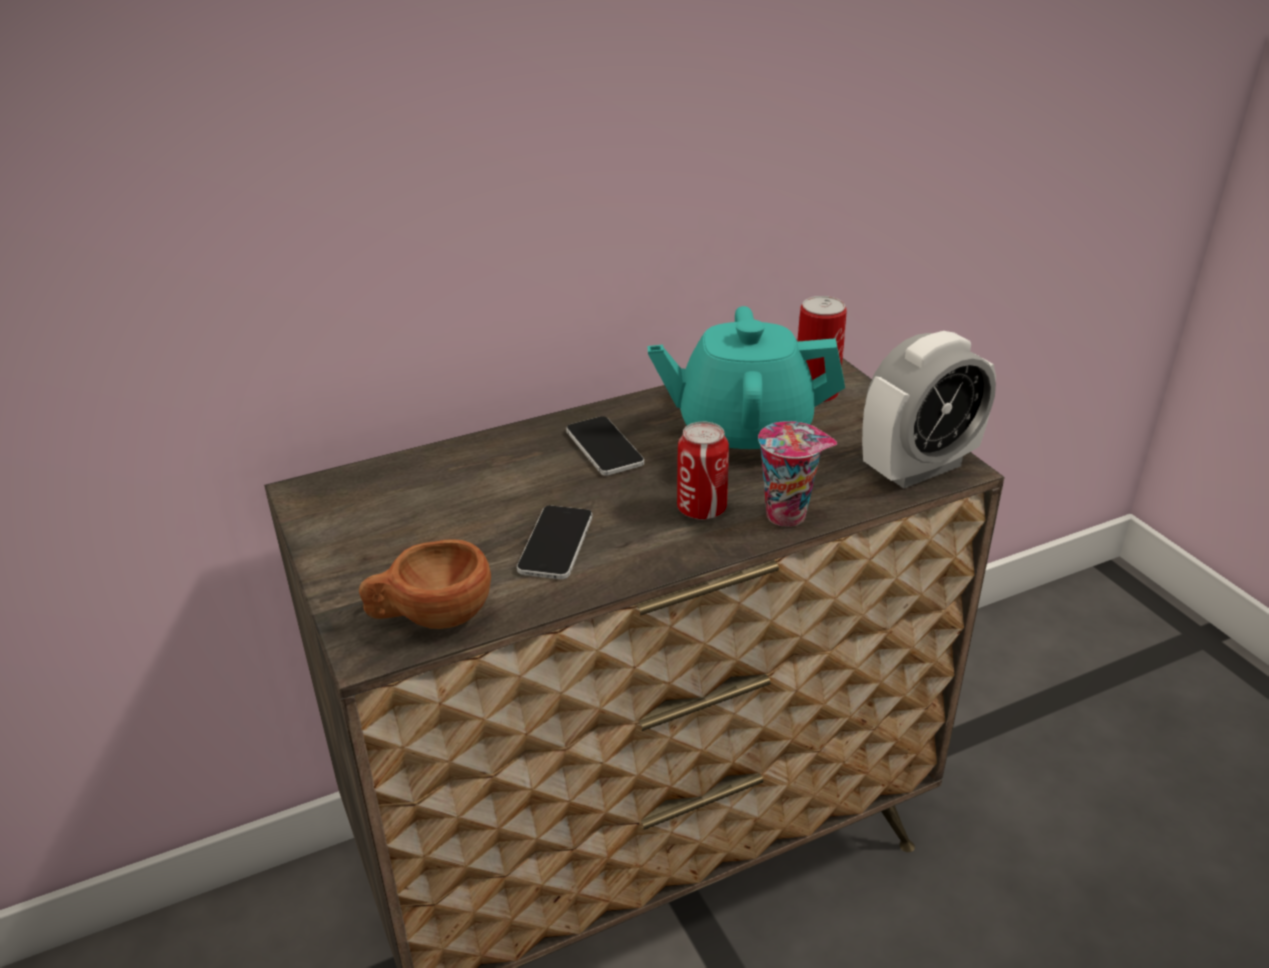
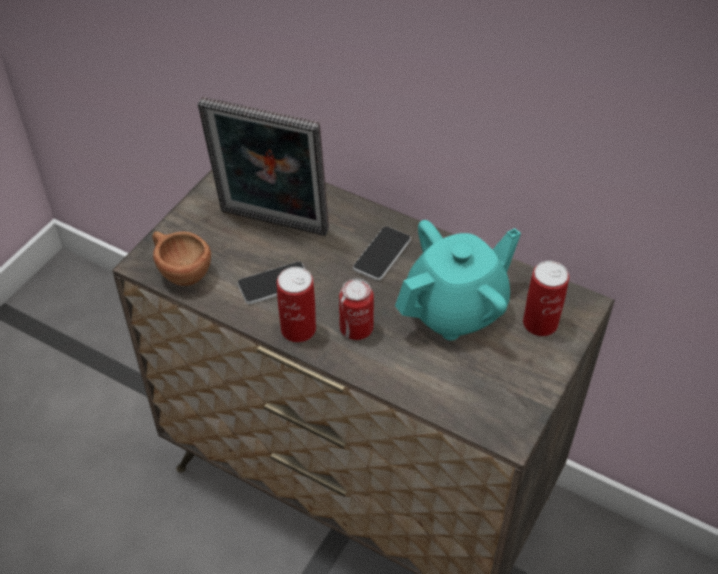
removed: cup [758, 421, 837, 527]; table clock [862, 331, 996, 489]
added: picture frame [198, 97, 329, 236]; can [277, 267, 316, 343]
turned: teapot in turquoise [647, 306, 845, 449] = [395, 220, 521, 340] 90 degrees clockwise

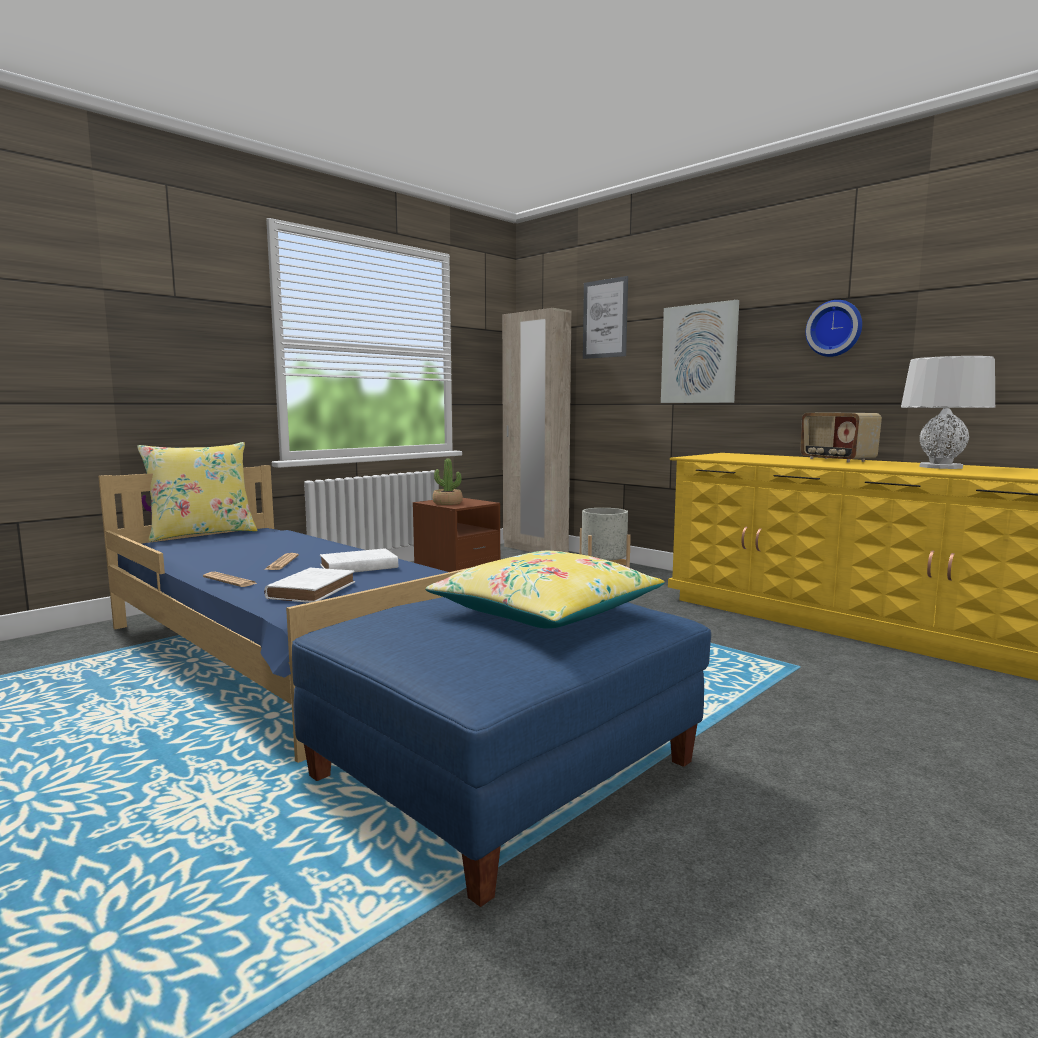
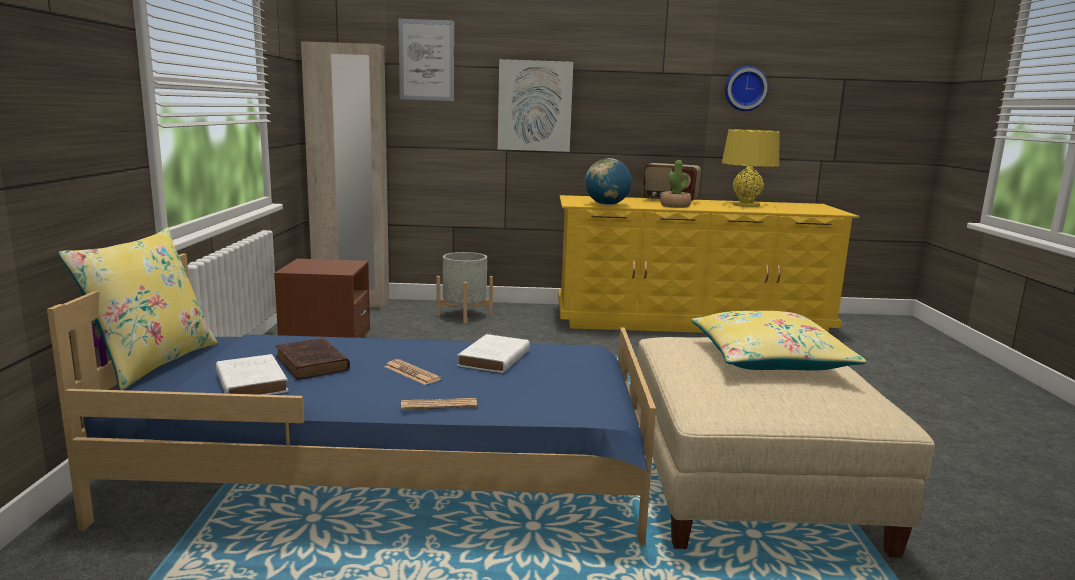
added: volume in brownish [276, 338, 350, 380]; desk globe [585, 158, 632, 205]
moved: volume in white-coloured [264, 567, 355, 603] to [216, 354, 289, 395]; houseplant [433, 459, 463, 505] to [660, 160, 691, 208]; hanging clock [805, 300, 862, 357] to [725, 66, 769, 111]
recoloured: ottoman in bluish [292, 597, 711, 907] to ottoman in sand-coloured [637, 337, 935, 558]; tabletop lamp in gray [901, 356, 995, 469] to tabletop lamp in yellow-coloured [722, 129, 780, 207]

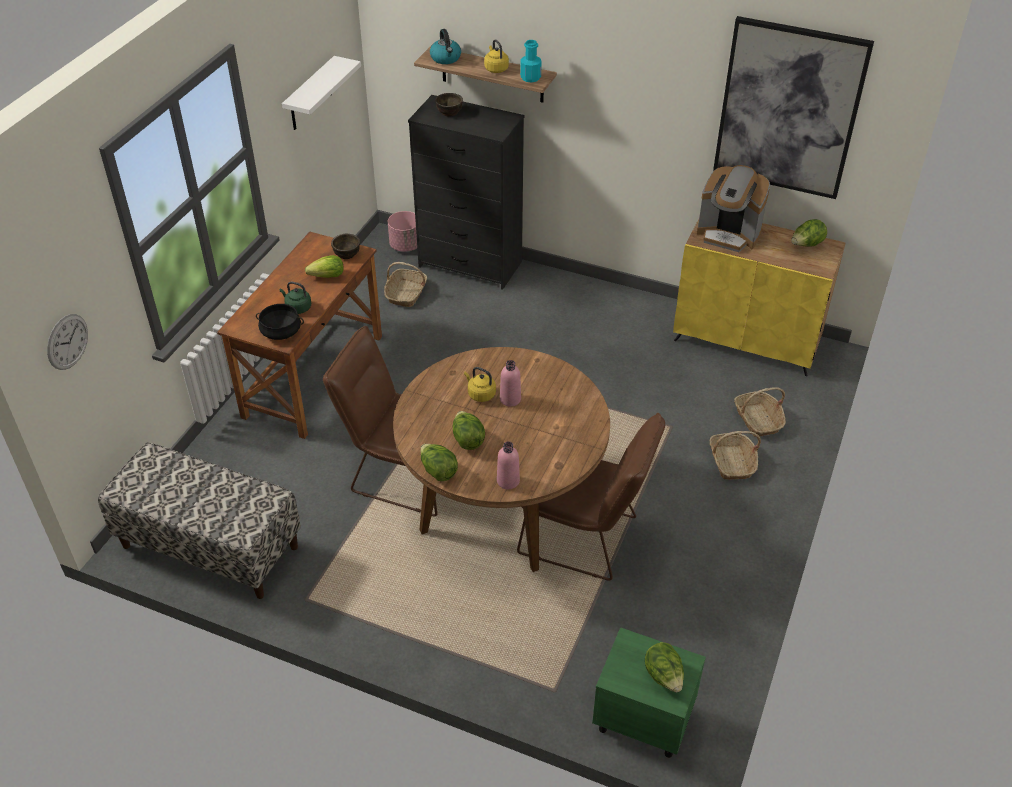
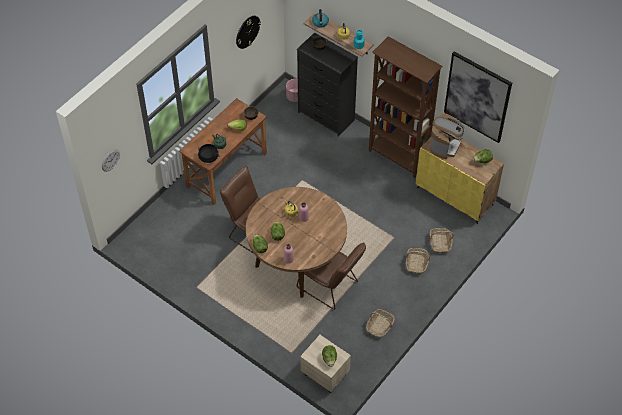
removed: bench [98, 442, 301, 599]
added: bookshelf in brownish [369, 36, 443, 178]
moved: household basket [384, 262, 427, 307] to [366, 309, 394, 338]
replaced: shelf in white-coloured [282, 56, 361, 130] to hanging clock [236, 16, 261, 49]
recoloured: night table in greenish [592, 627, 706, 758] to night table in sand-coloured [300, 335, 351, 393]
turned: coffee maker [697, 165, 770, 252] = [430, 113, 466, 159] 105 degrees counterclockwise

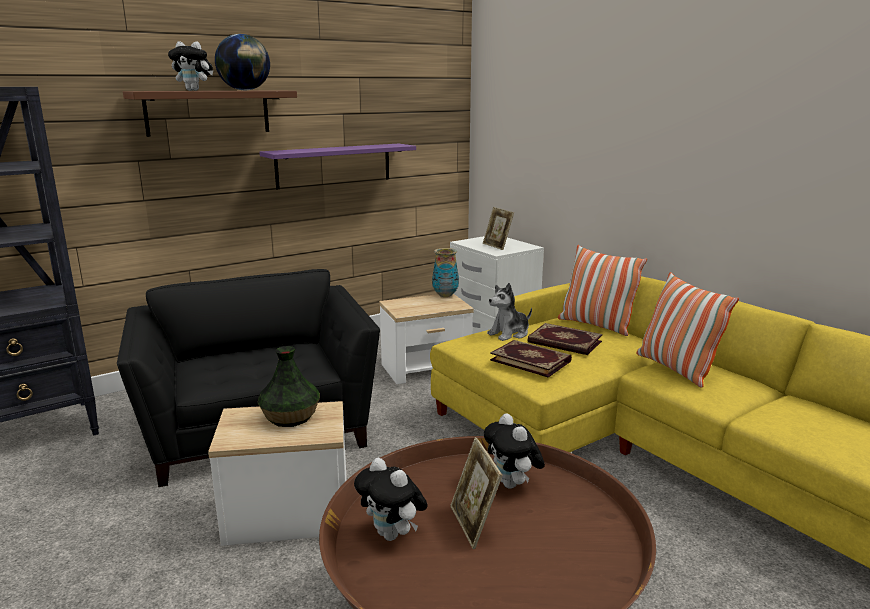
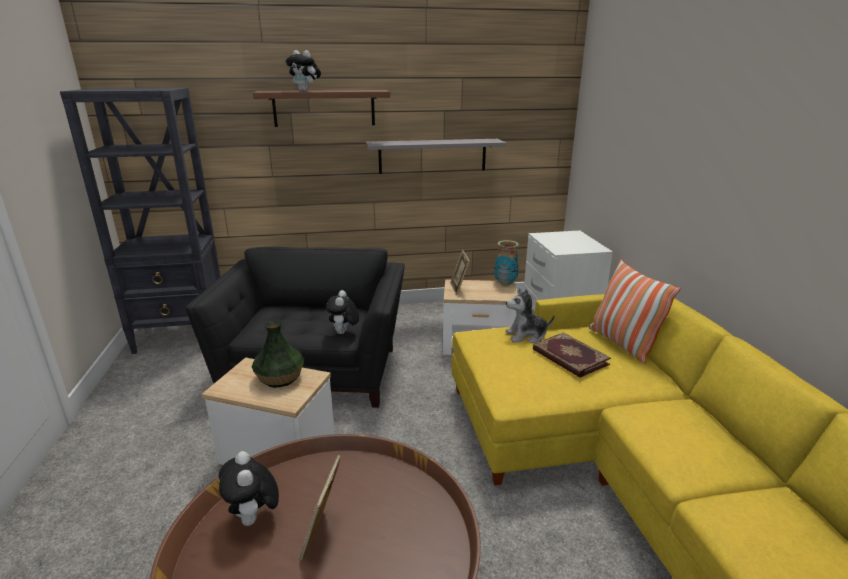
removed: desk globe [215, 34, 270, 90]; volume [490, 340, 572, 378]; pillow [636, 272, 739, 388]
moved: picture frame [483, 207, 514, 250] to [450, 250, 470, 295]; cuddly toy [484, 413, 545, 489] to [326, 290, 359, 334]
recoloured: shelf in purple-coloured [259, 144, 416, 189] to shelf in gray [366, 139, 506, 174]

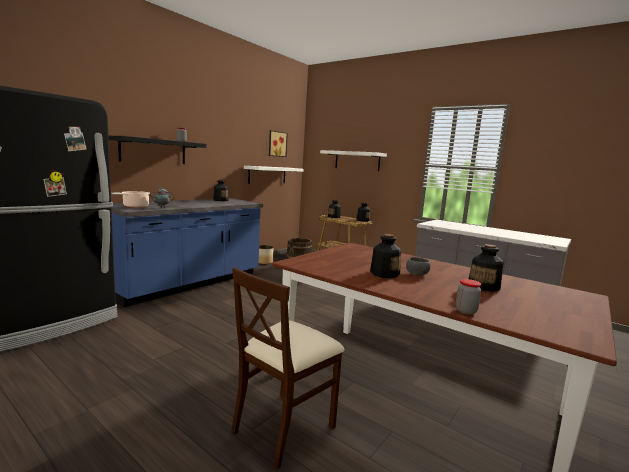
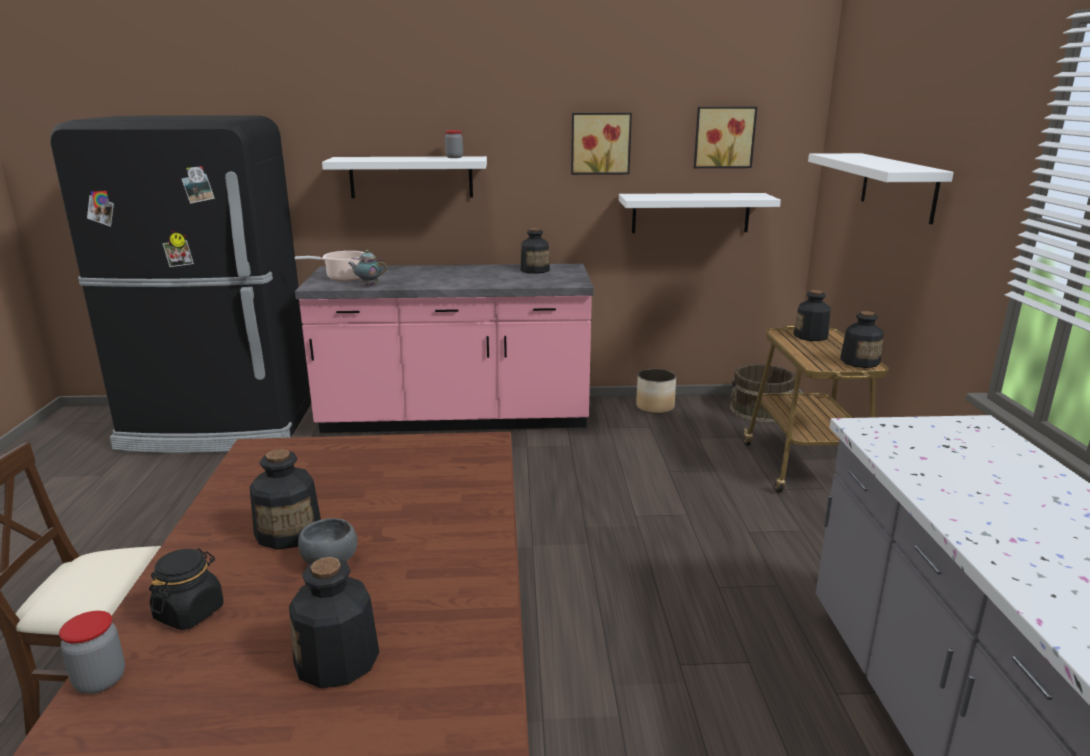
added: storage jar in black-coloured [149, 548, 224, 630]; wall picture [571, 113, 632, 175]
recoloured: shelf in black-coloured [108, 136, 206, 164] to shelf in white-coloured [322, 156, 487, 198]; kitchen base unit in bluish [112, 198, 263, 307] to kitchen base unit in pink-coloured [295, 264, 594, 433]

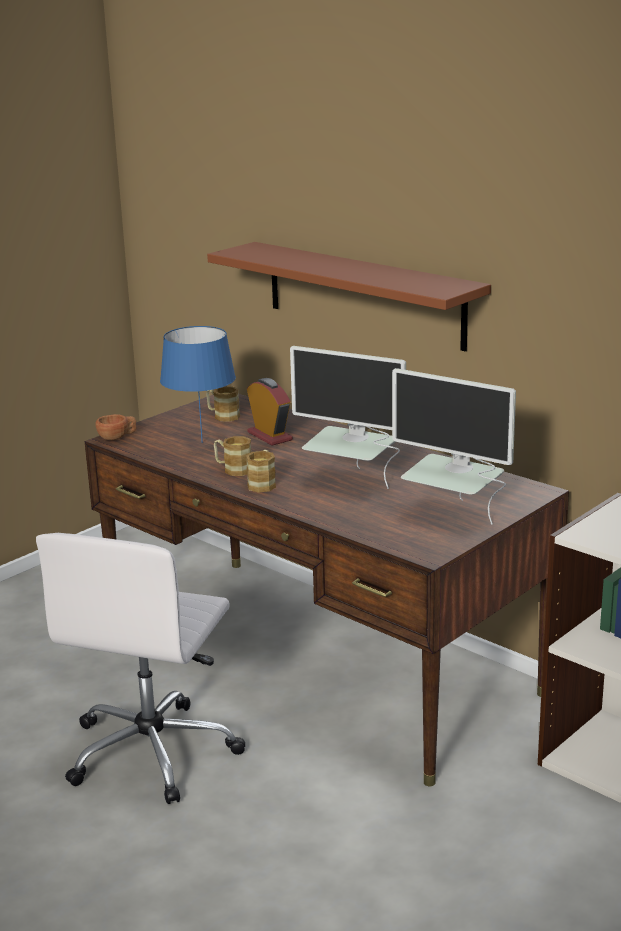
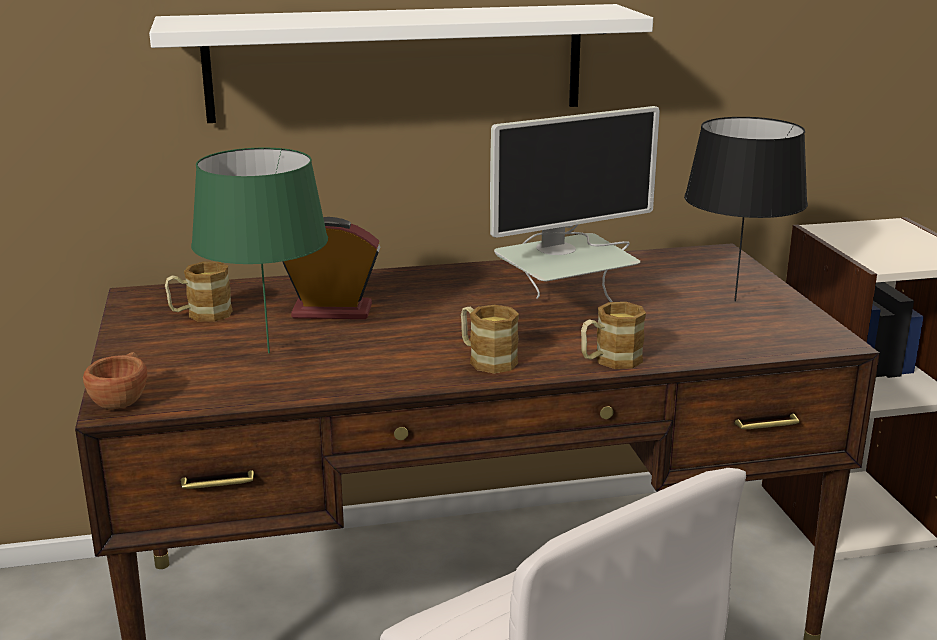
moved: tea mug [214, 436, 251, 476] to [581, 302, 646, 369]
replaced: computer display [392, 368, 516, 525] to tabletop lamp in black-coloured [684, 117, 808, 302]
recoloured: tabletop lamp in bluish [160, 326, 236, 443] to tabletop lamp in greenish [191, 148, 328, 353]; shelf in brownish [207, 242, 491, 351] to shelf in white-coloured [149, 4, 653, 123]

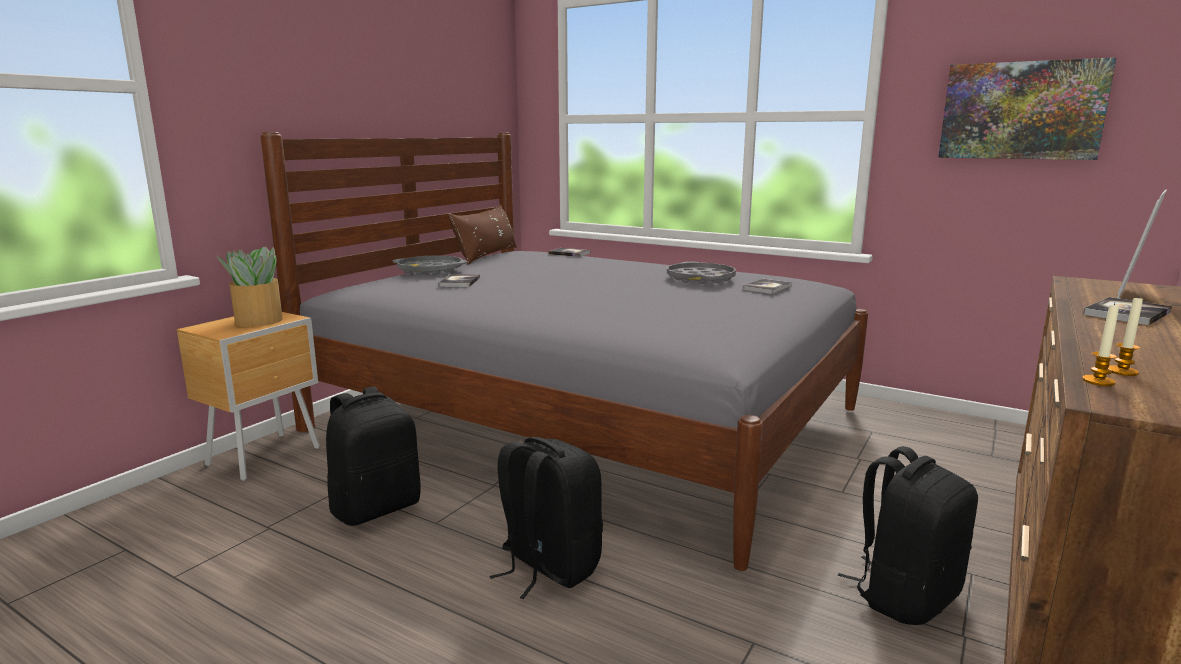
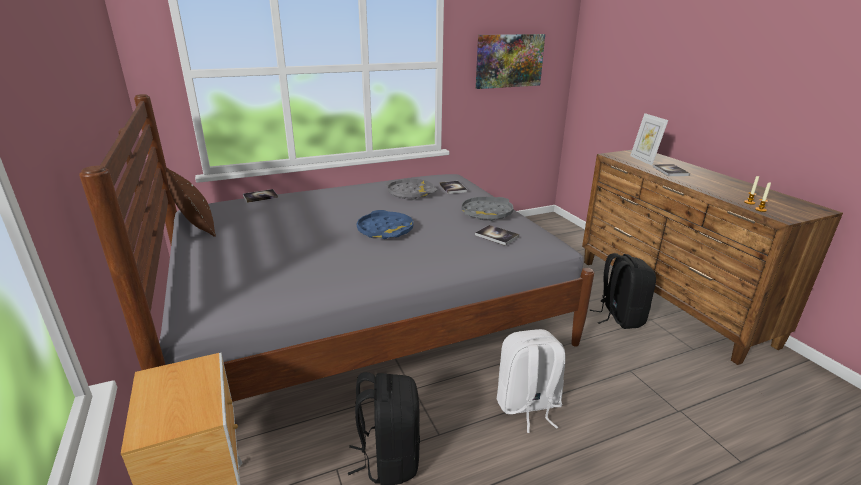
removed: houseplant [216, 246, 283, 327]
added: carrying tray in bluish [357, 210, 414, 239]
moved: carrying tray in gray [393, 255, 468, 275] to [462, 197, 514, 221]; volume [438, 274, 480, 287] to [475, 225, 519, 246]
recoloured: backpack in black-coloured [490, 437, 603, 599] to backpack in white-coloured [497, 329, 565, 433]

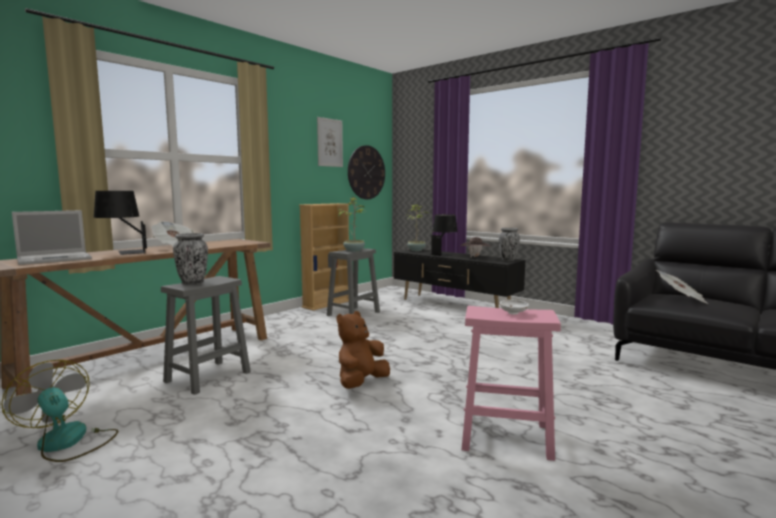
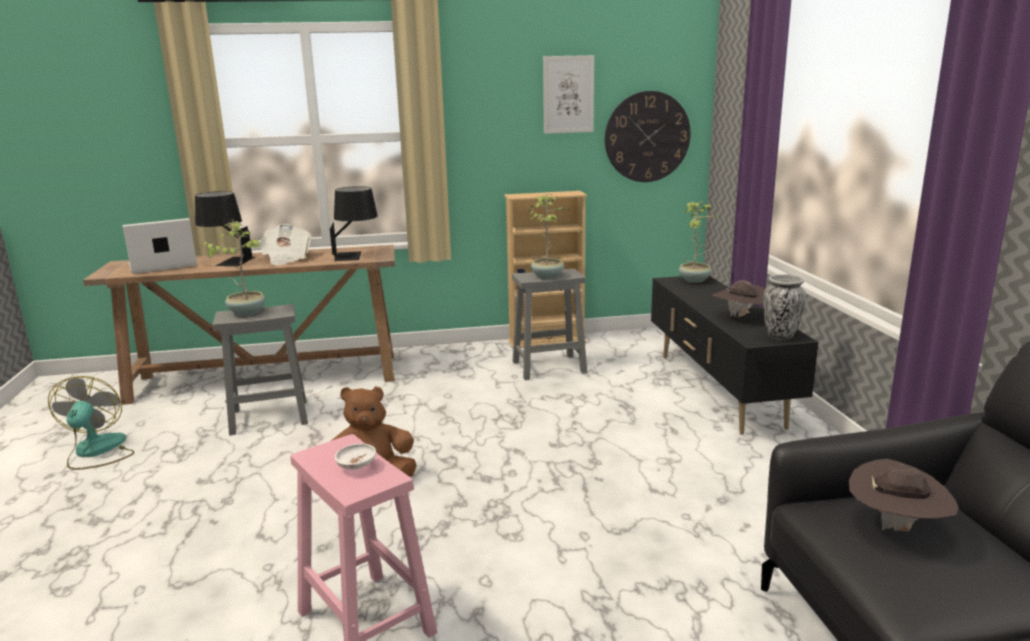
moved: tabletop lamp in black-coloured [428, 214, 458, 257] to [330, 186, 378, 261]
replaced: flower vase [173, 233, 208, 285] to houseplant [202, 219, 265, 316]; daily paper [656, 270, 708, 304] to wearable hat in brownish [849, 459, 959, 532]
turned: portable computer [12, 210, 92, 265] = [122, 218, 197, 274] 150 degrees clockwise

